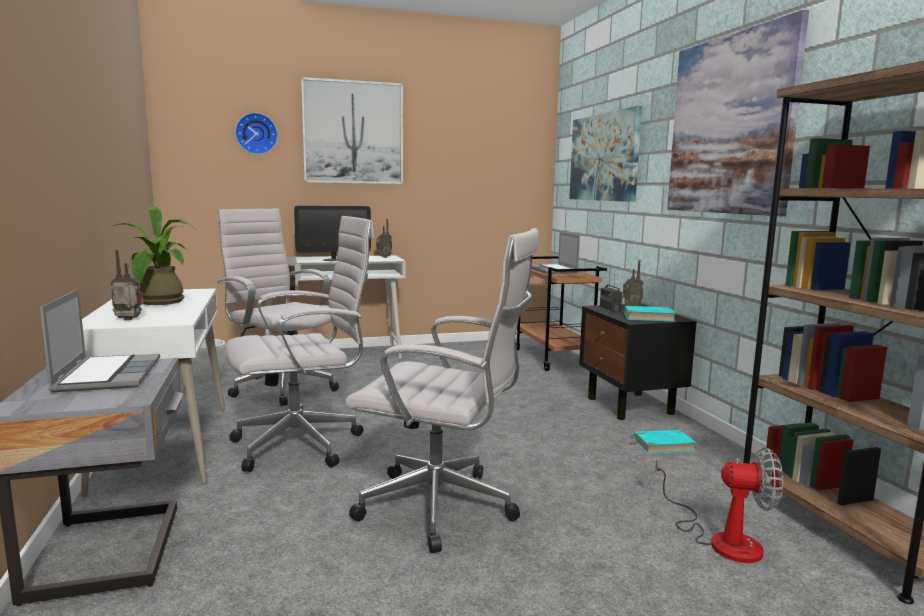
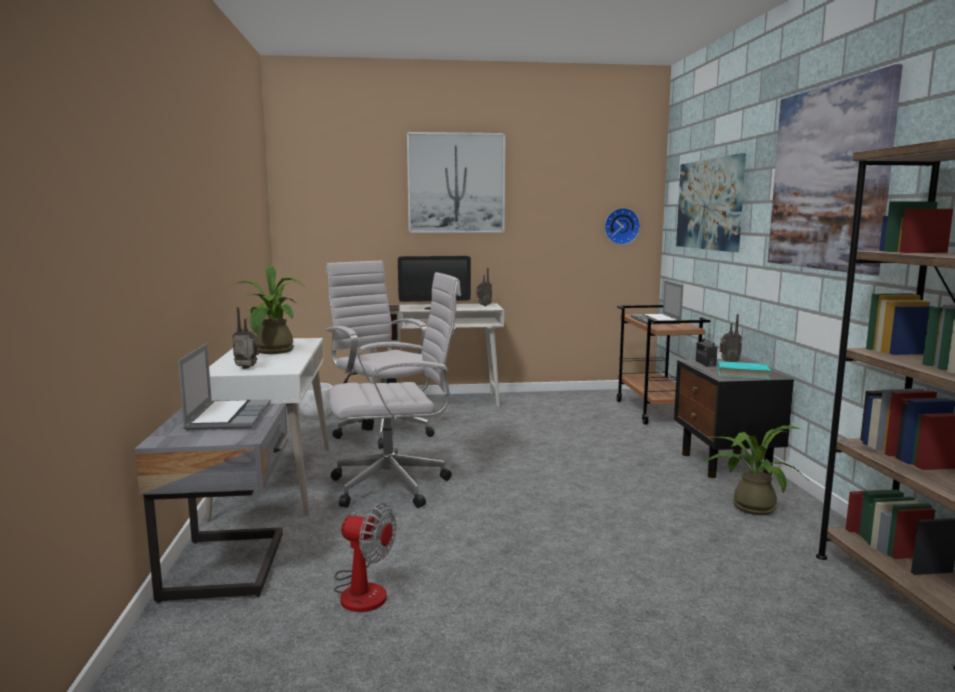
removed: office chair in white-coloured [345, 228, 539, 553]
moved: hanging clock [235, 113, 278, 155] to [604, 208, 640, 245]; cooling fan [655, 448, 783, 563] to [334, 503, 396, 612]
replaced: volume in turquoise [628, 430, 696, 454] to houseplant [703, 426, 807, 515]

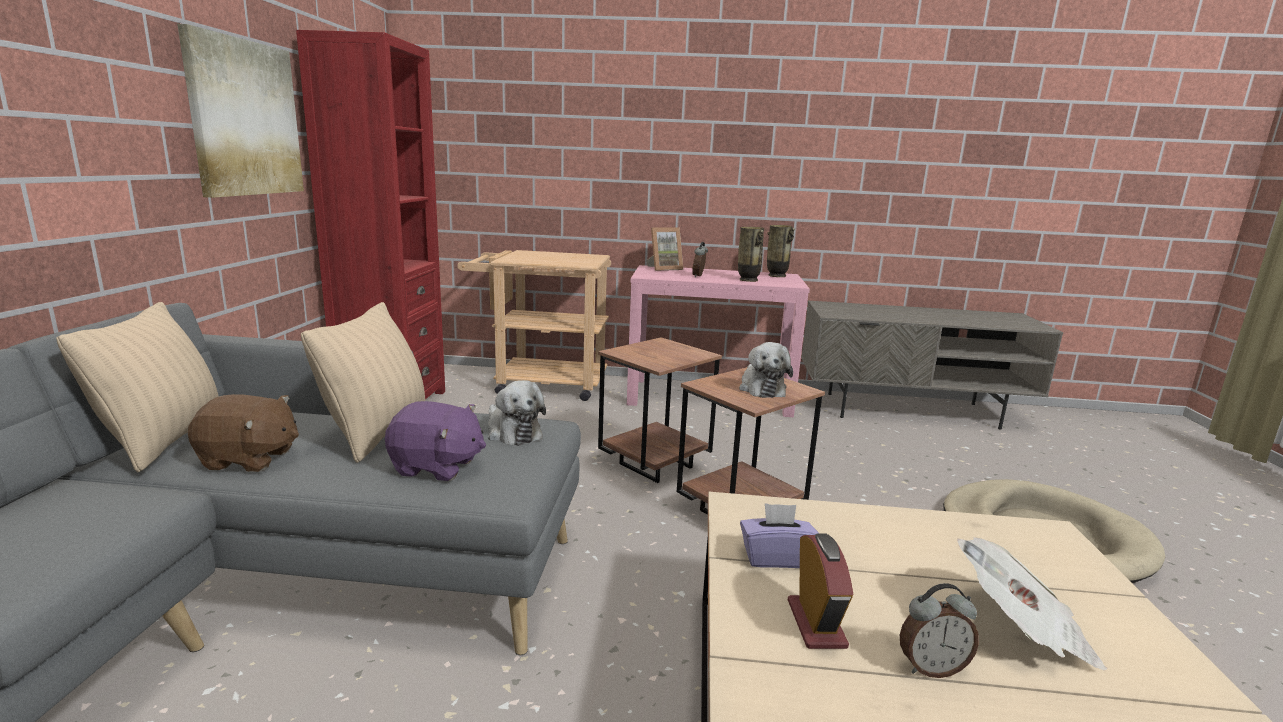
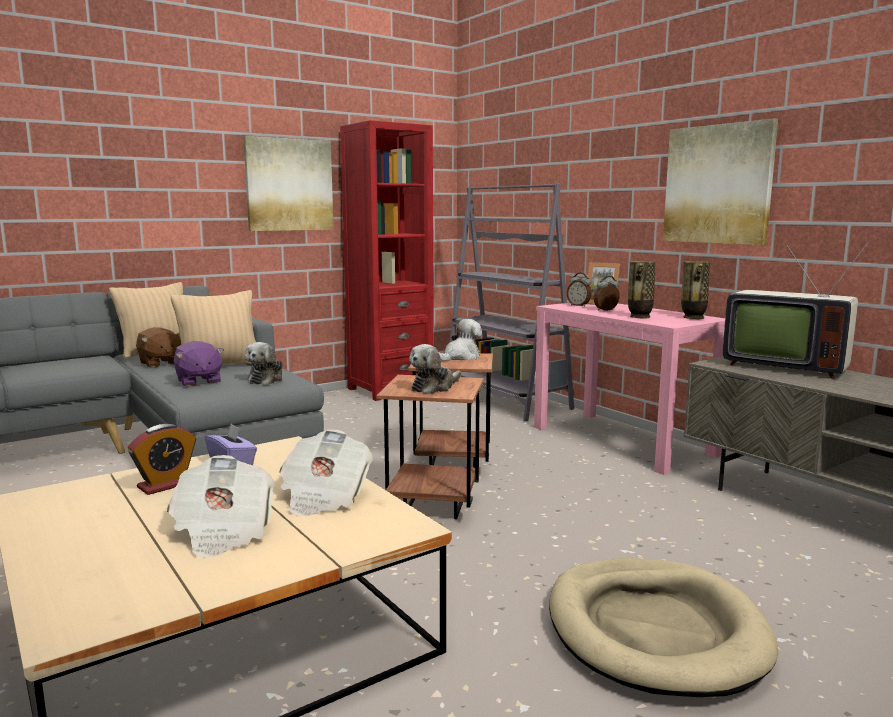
added: daily paper [279, 429, 373, 516]; cuddly toy [439, 319, 482, 361]; wall picture [663, 118, 778, 245]; TV [723, 241, 869, 379]
moved: table clock [900, 583, 979, 678] to [567, 273, 592, 307]
replaced: cart in sand-coloured [457, 250, 611, 401] to bookshelf in gray [450, 183, 574, 421]

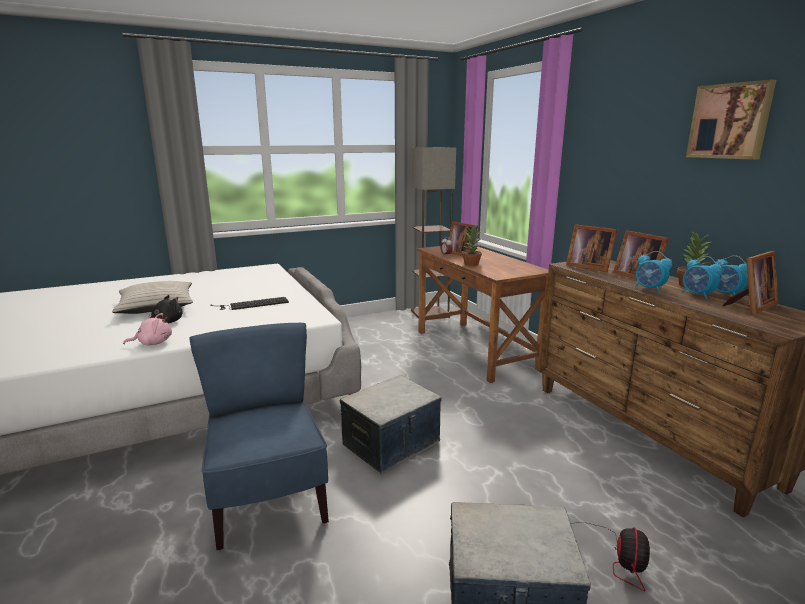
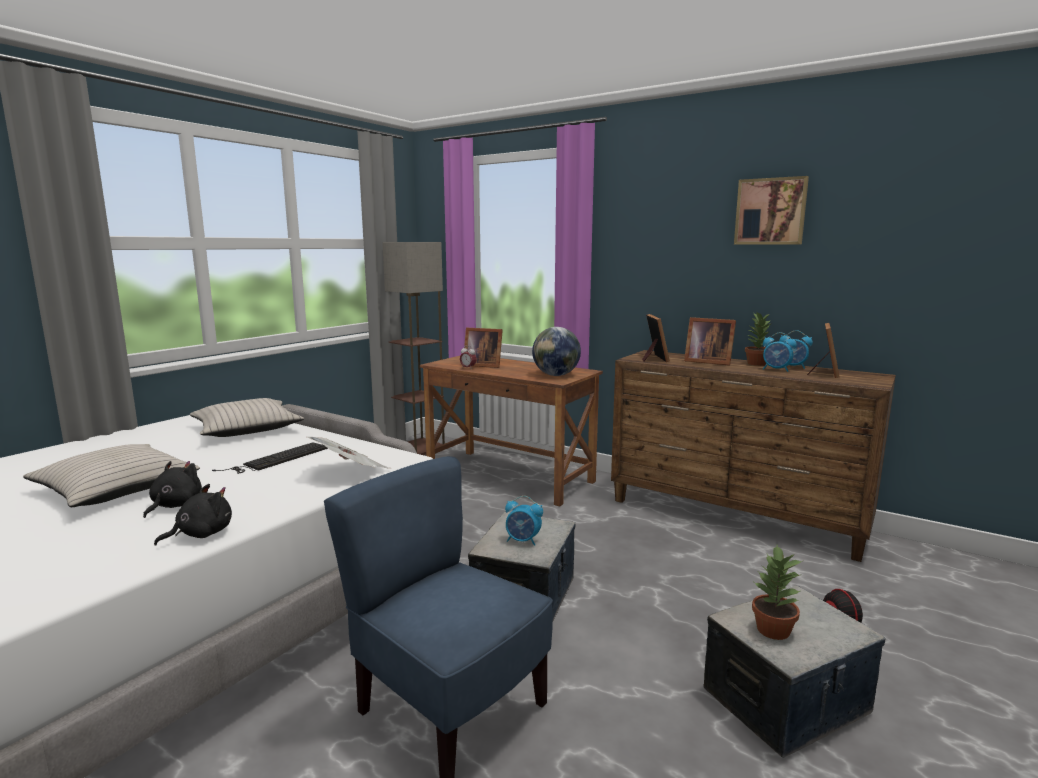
added: pillow in sand-coloured [190, 398, 304, 437]; daily paper [307, 437, 389, 468]; desk globe [532, 327, 581, 376]
moved: houseplant [462, 225, 482, 266] to [752, 545, 802, 640]; table clock [635, 251, 672, 292] to [505, 496, 543, 546]
recoloured: cuddly toy in pink-coloured [123, 313, 172, 346] to cuddly toy in black-coloured [154, 484, 232, 546]
turned: picture frame [566, 224, 617, 272] = [642, 314, 670, 362] 105 degrees counterclockwise

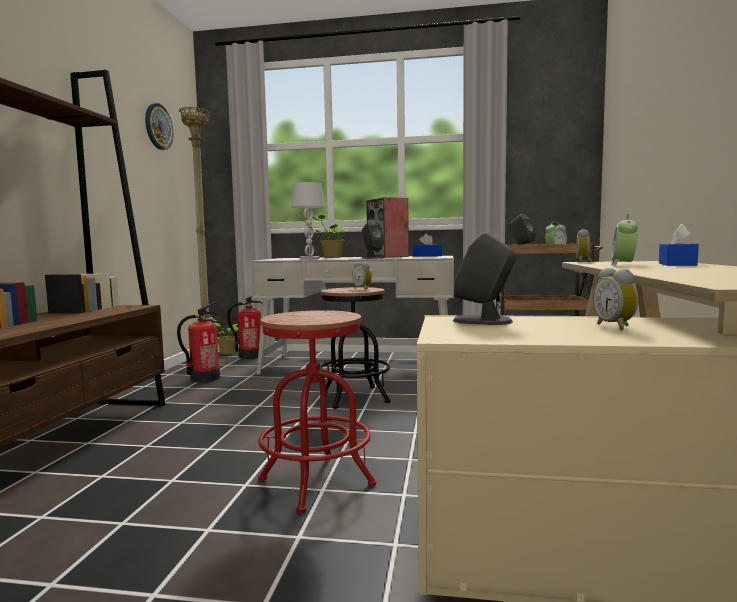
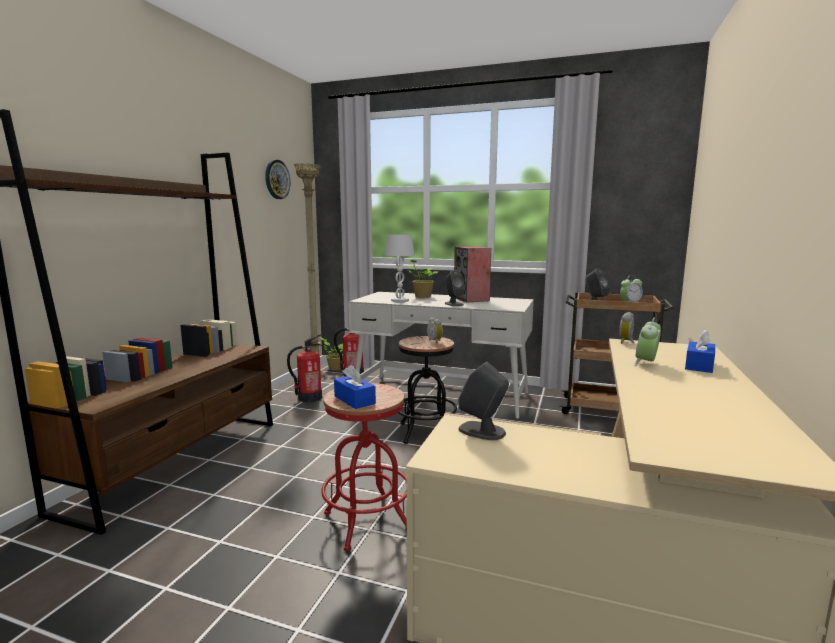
removed: table clock [593, 268, 638, 330]
moved: tissue holder in bluish [413, 234, 442, 257] to [334, 365, 376, 409]

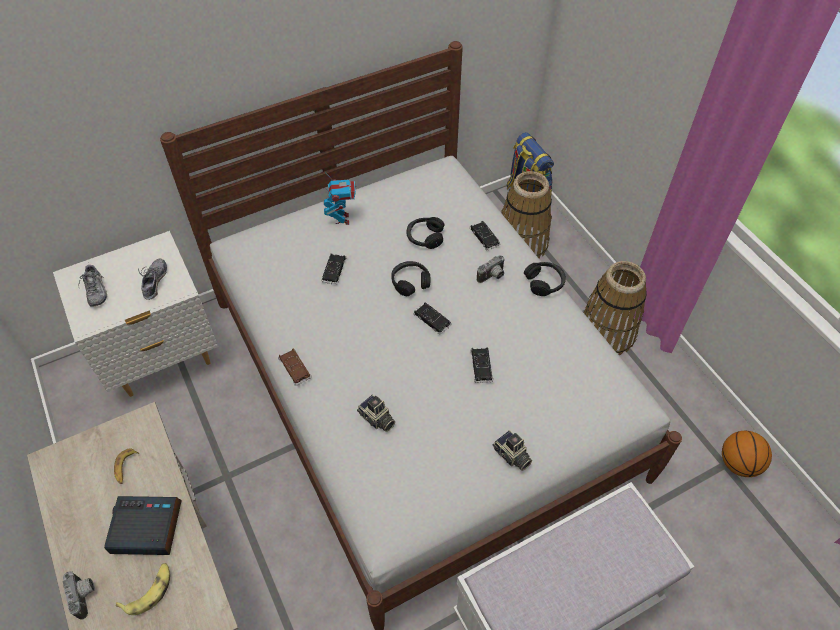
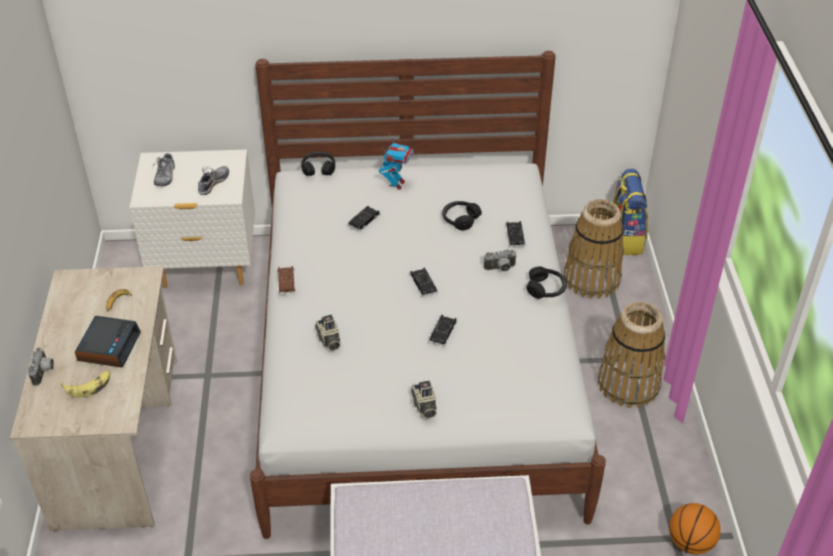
moved: headset in black-coloured [391, 261, 430, 296] to [301, 151, 335, 176]
turned: table clock [104, 496, 182, 555] = [75, 316, 141, 368] 75 degrees clockwise

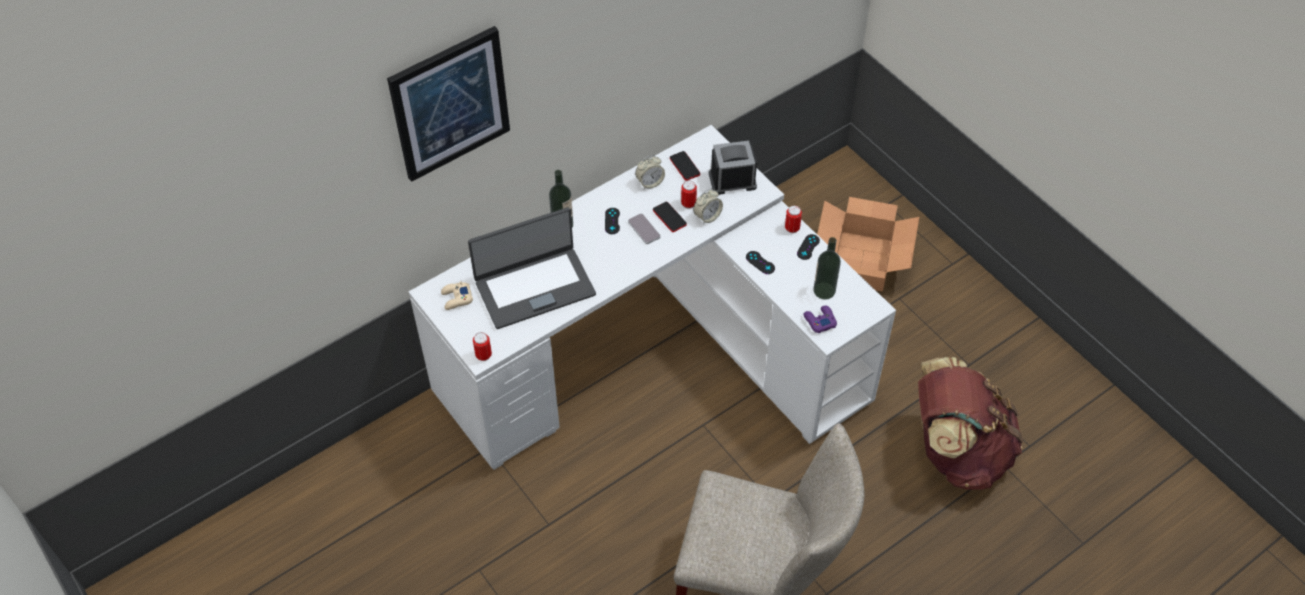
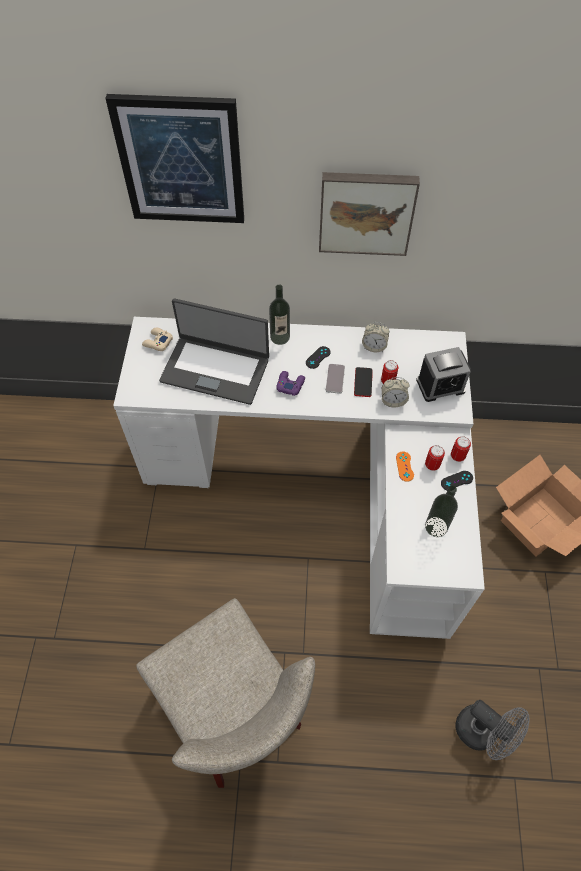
removed: handset [670, 151, 700, 181]
added: wall picture [319, 172, 420, 256]
moved: can [473, 332, 492, 361] to [425, 445, 445, 471]; game controller in purple-coloured [803, 306, 837, 333] to [276, 371, 305, 396]
replaced: backpack in brownish [918, 357, 1023, 490] to cooling fan in gray [455, 700, 530, 760]
recoloured: game controller in black-coloured [746, 251, 775, 274] to game controller in orange [396, 451, 414, 482]
turned: table clock [709, 141, 757, 195] = [416, 347, 471, 402] 135 degrees clockwise

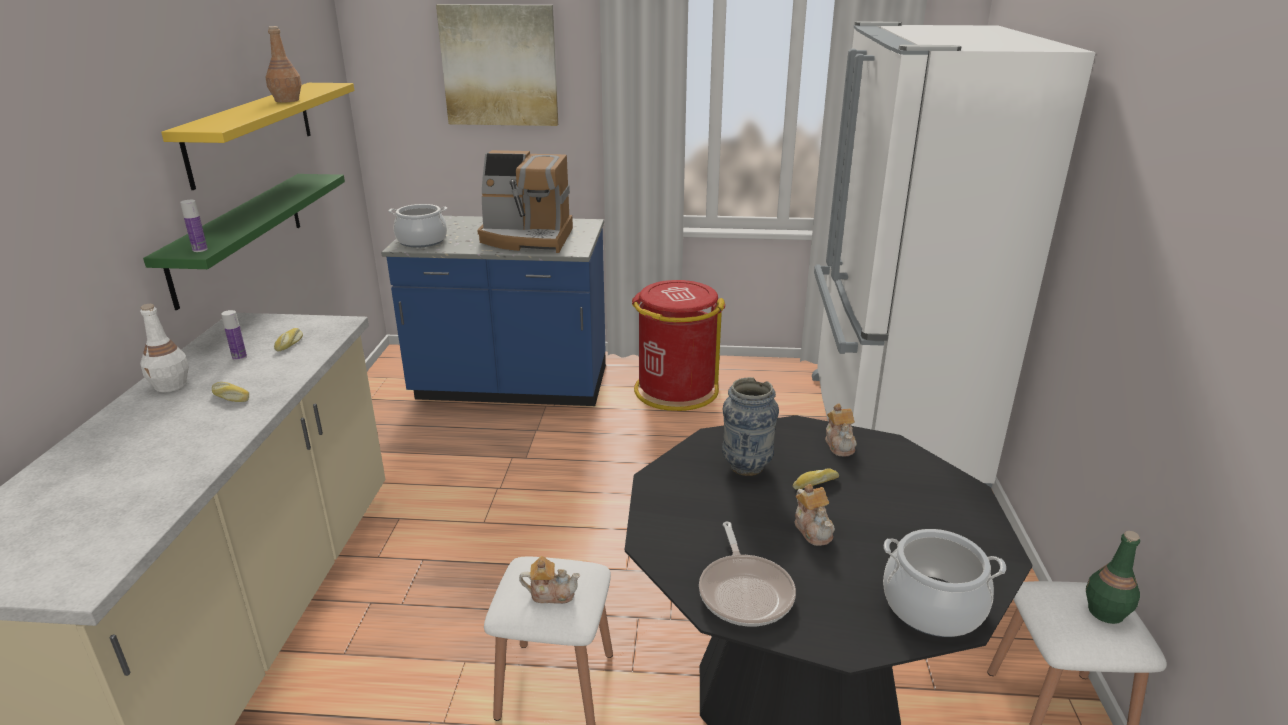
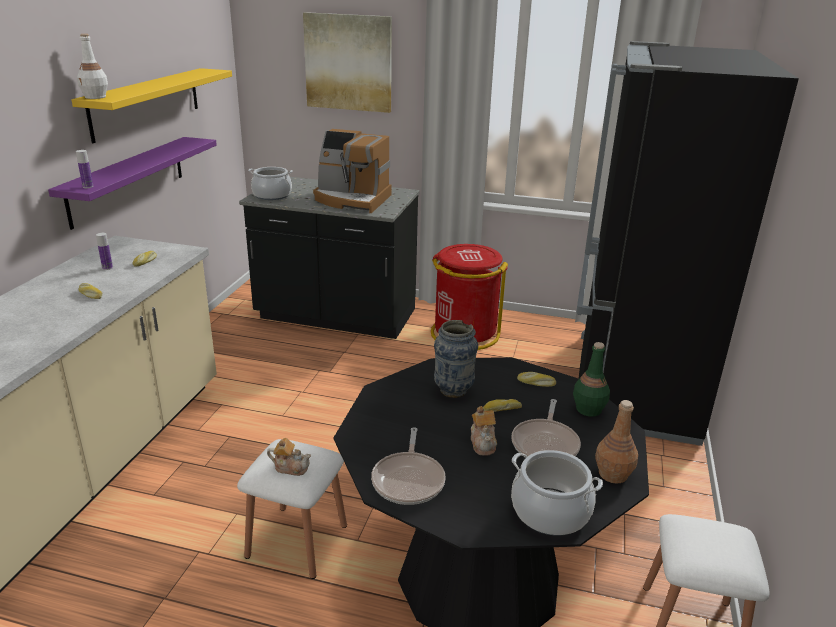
added: pan [511, 399, 581, 456]
moved: beverage bottle in white-coloured [140, 304, 189, 392] to [77, 34, 108, 99]; beverage bottle in brownish [266, 26, 302, 102] to [595, 400, 638, 484]; beverage bottle in greenish [1086, 531, 1140, 624] to [573, 342, 610, 417]
replaced: teapot [825, 403, 857, 456] to baked bread [517, 372, 556, 387]
recoloured: shelf in greenish [143, 174, 345, 310] to shelf in purple-coloured [48, 137, 217, 230]; kitchen base unit in bluish [381, 216, 606, 406] to kitchen base unit in black-coloured [239, 177, 420, 339]; kitchen fridge in white-coloured [812, 21, 1096, 488] to kitchen fridge in black-coloured [576, 41, 799, 446]

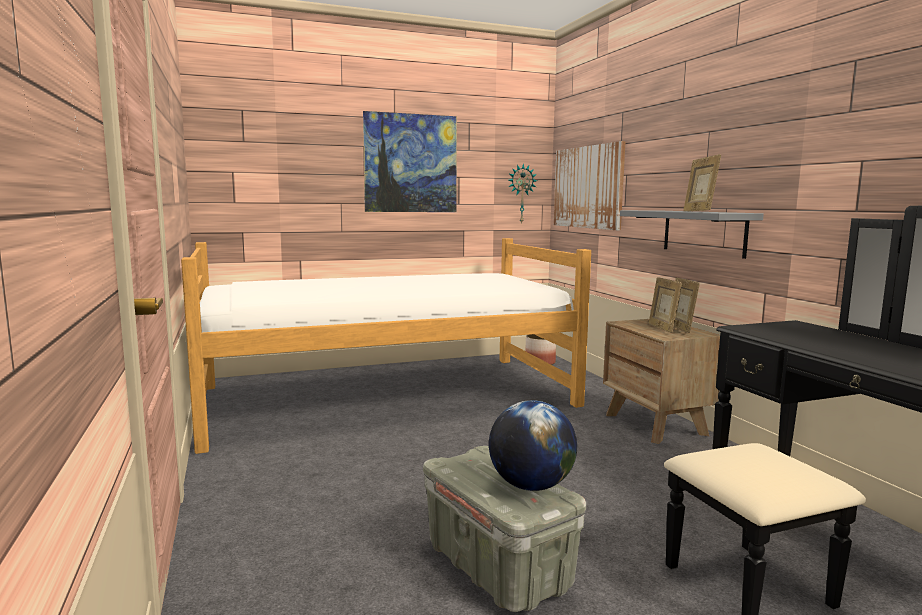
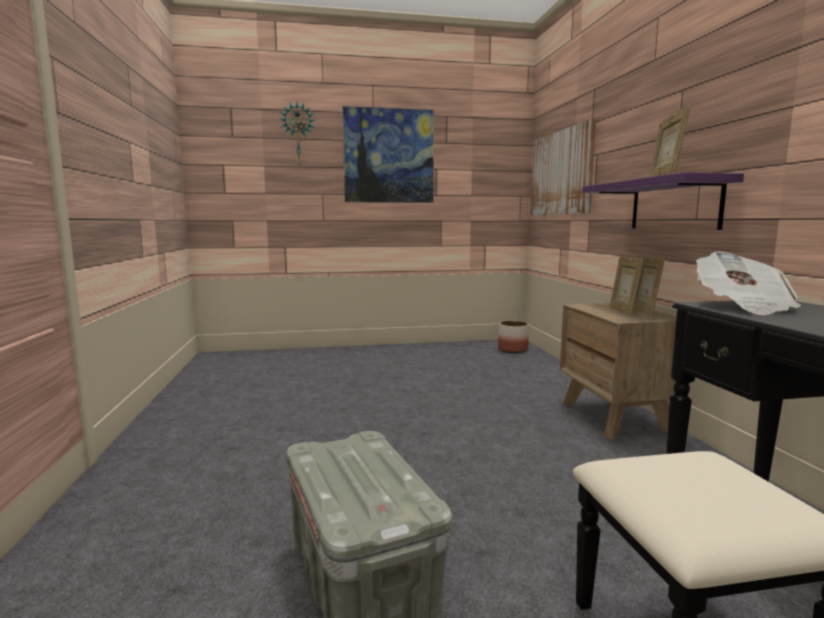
removed: bedroom bed [181, 238, 591, 454]; desk globe [489, 400, 577, 491]
added: daily paper [696, 252, 801, 315]
moved: hanging clock [509, 163, 537, 223] to [280, 102, 315, 167]
recoloured: shelf in gray [620, 210, 764, 259] to shelf in purple-coloured [582, 172, 744, 230]

